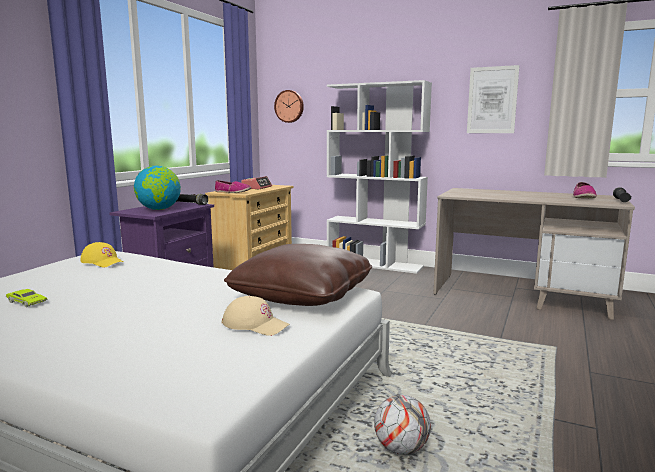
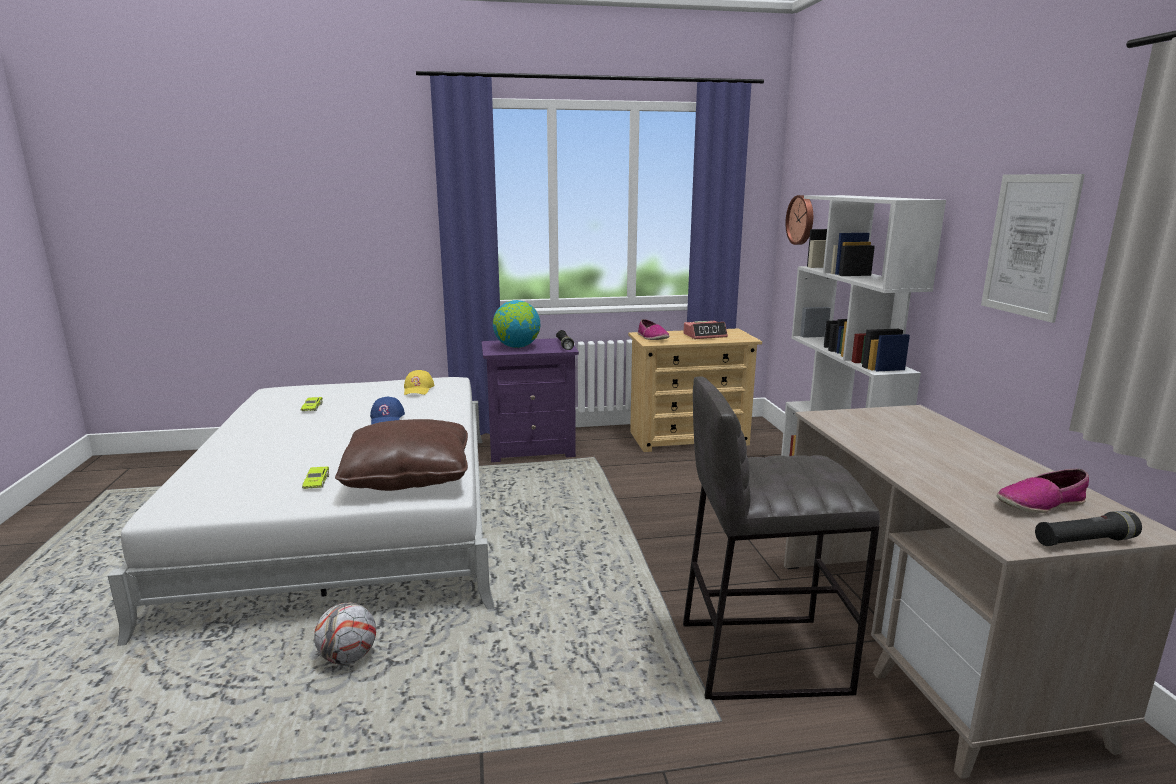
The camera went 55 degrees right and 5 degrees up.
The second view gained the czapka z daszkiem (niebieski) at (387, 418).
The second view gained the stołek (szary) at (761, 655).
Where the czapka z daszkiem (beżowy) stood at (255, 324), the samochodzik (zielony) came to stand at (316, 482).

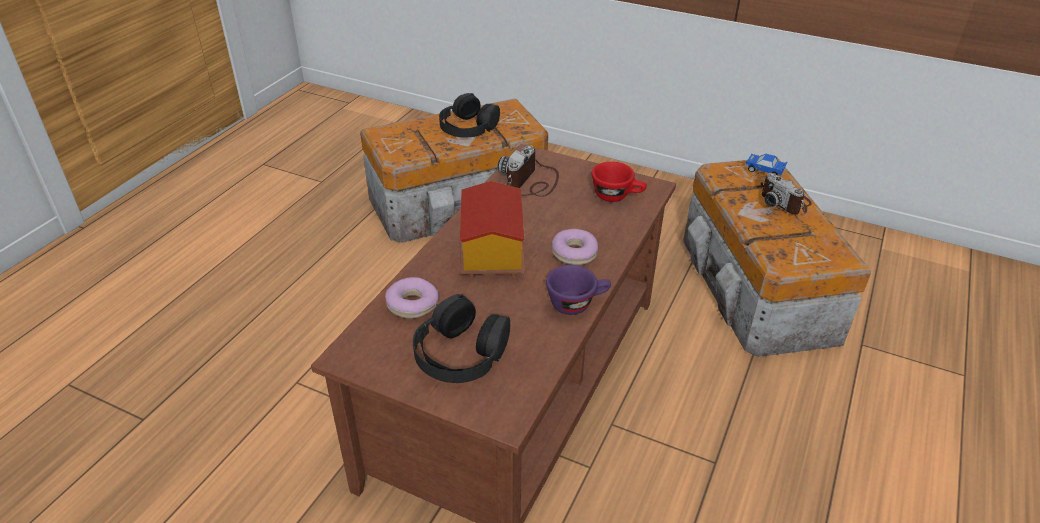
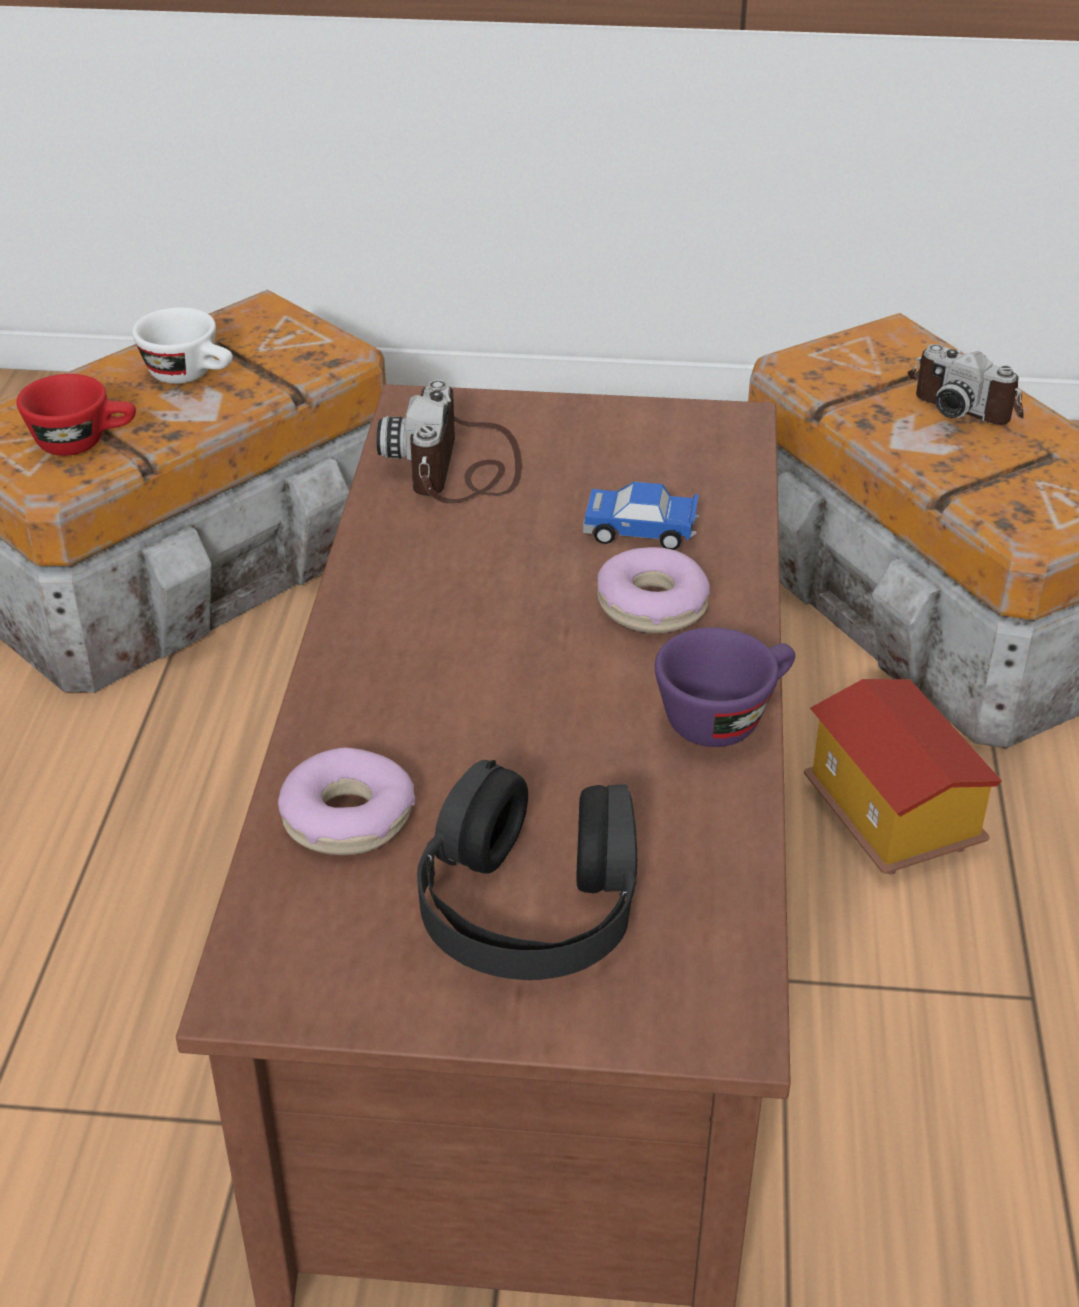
The camera went 20 degrees left and 0 degrees up.
The domek ended up elsewhere, having gone from (490, 255) to (888, 818).
The filiżanka (czerwony) ended up elsewhere, having gone from (617, 196) to (84, 442).
The samochodzik ended up elsewhere, having gone from (764, 170) to (641, 531).
Where the słuchawki (czarny) stood at (468, 126), the filiżanka (biały) came to stand at (191, 375).

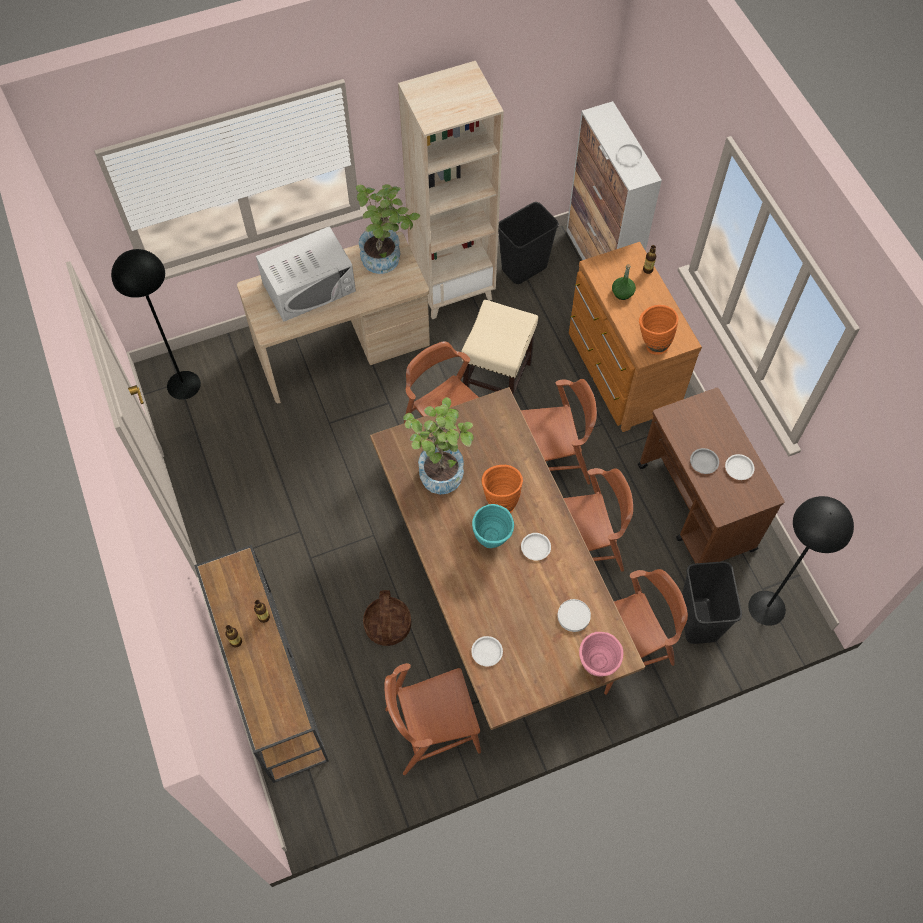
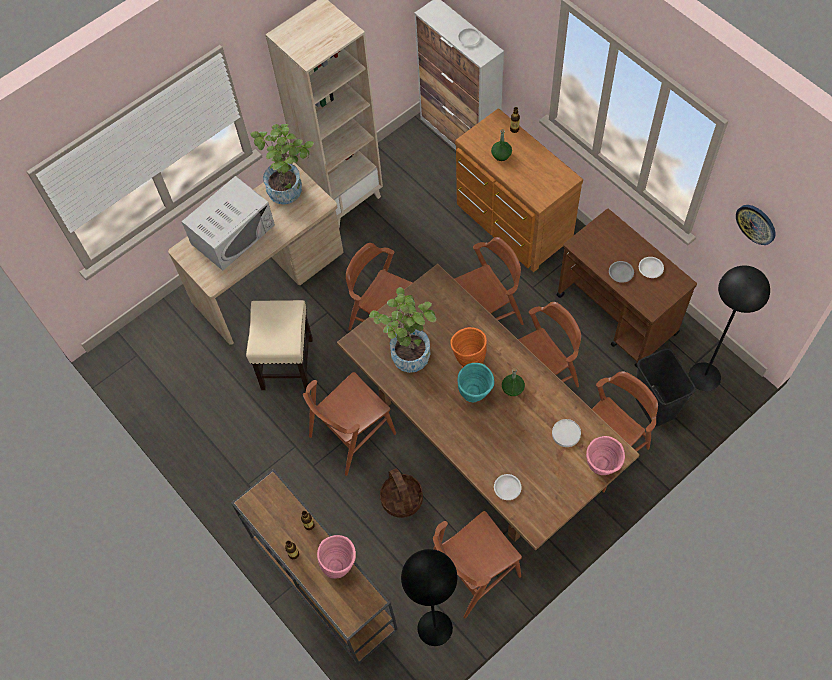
The camera went 15 degrees left and 0 degrees up.
The second view lost the kosz na śmieci (czarny) at (524, 267).
The second view lost the wazon (pomarańczowy) at (652, 344).
The second view gained the krzesło (brązowy) at (352, 435).
The second view gained the wazon (różowy) at (341, 565).
The second view gained the zegar ścienny at (756, 224).
The lampa stojąca (czarny) ended up elsewhere, having gone from (184, 384) to (435, 627).
The stołek (beżowy) ended up elsewhere, having gone from (497, 378) to (287, 363).
Where the talerz (biały) stood at (535, 547), the butelka (zielony) came to stand at (512, 388).

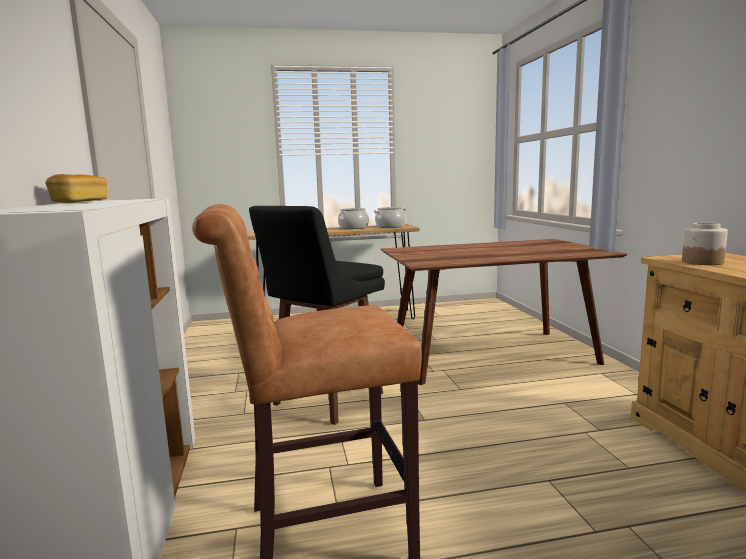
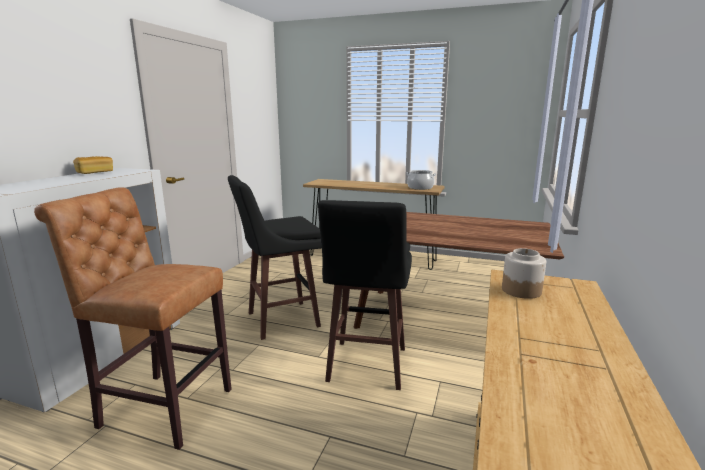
The camera went 30 degrees right and 5 degrees up.
The second view lost the garnek at (353, 227).
The second view gained the stołek (czarny) at (366, 366).

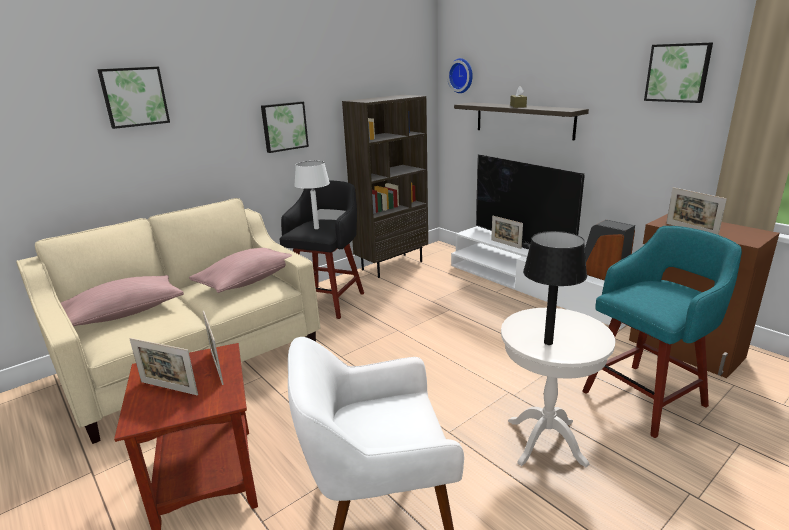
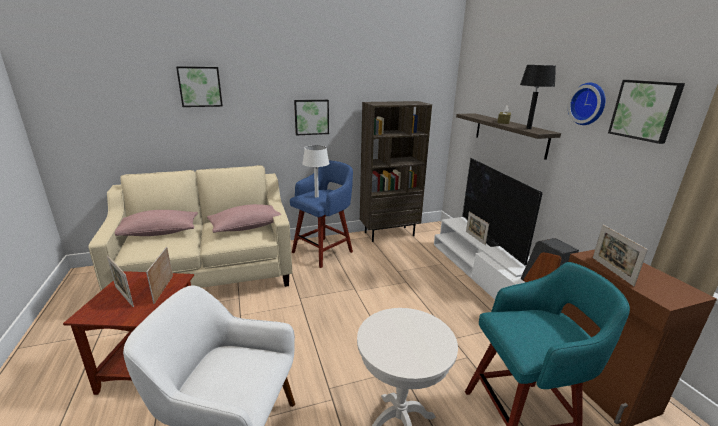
The camera went 20 degrees right and 0 degrees up.
The zegar ścienny ended up elsewhere, having gone from (462, 75) to (589, 104).
The lampa stołowa (czarny) ended up elsewhere, having gone from (548, 342) to (529, 128).
What was the stołek (czarny) at (328, 300) turned into the stołek (niebieski) at (324, 251).

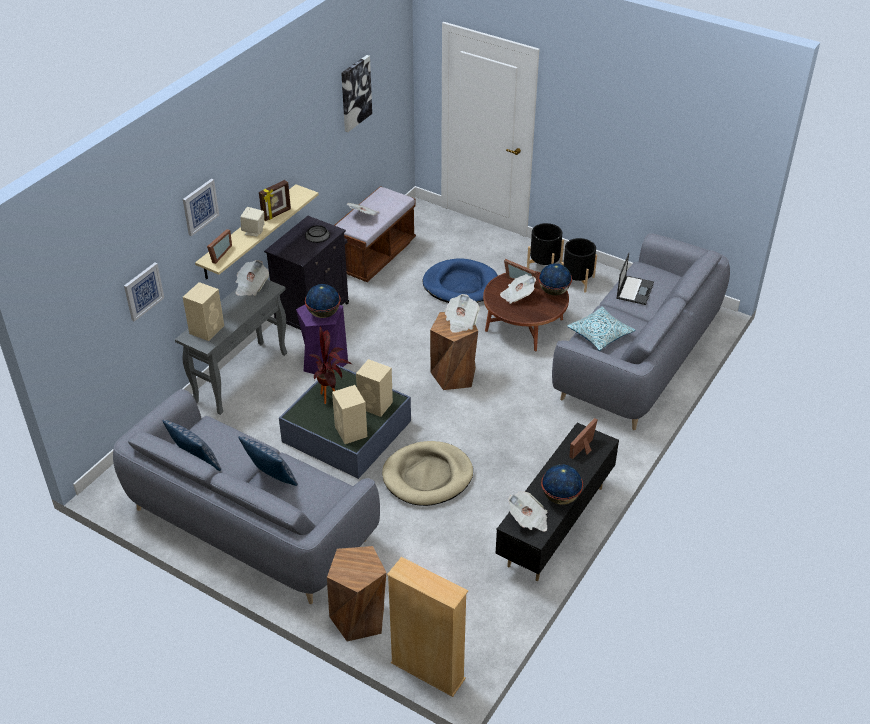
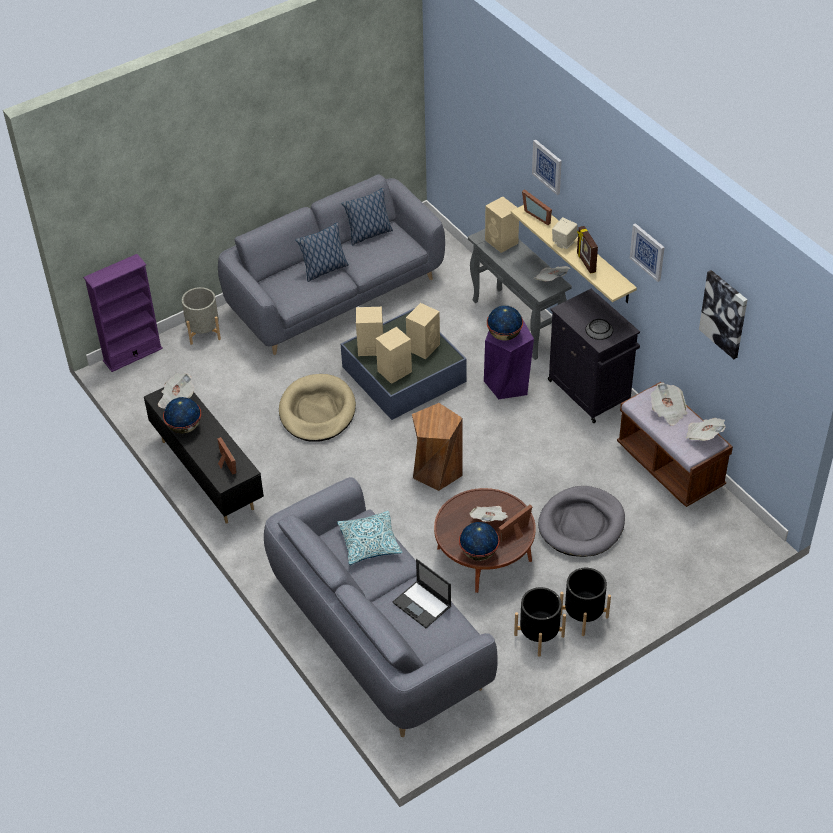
The camera went 115 degrees right and 5 degrees up.
The obraz ended up elsewhere, having gone from (143, 291) to (648, 252).
The gazeta ended up elsewhere, having gone from (461, 321) to (703, 435).
Where the roślina doniczkowa stood at (331, 395), the głośnik (beżowy) came to stand at (424, 347).
Where the stołek (brązowy) stood at (359, 618), the donica (szary) came to stand at (203, 332).
What was the regał (beżowy) at (427, 671) turned into the regał (fioletowy) at (132, 354).
What was the legowisko (niebieski) at (460, 285) turned into the legowisko (szary) at (581, 524).

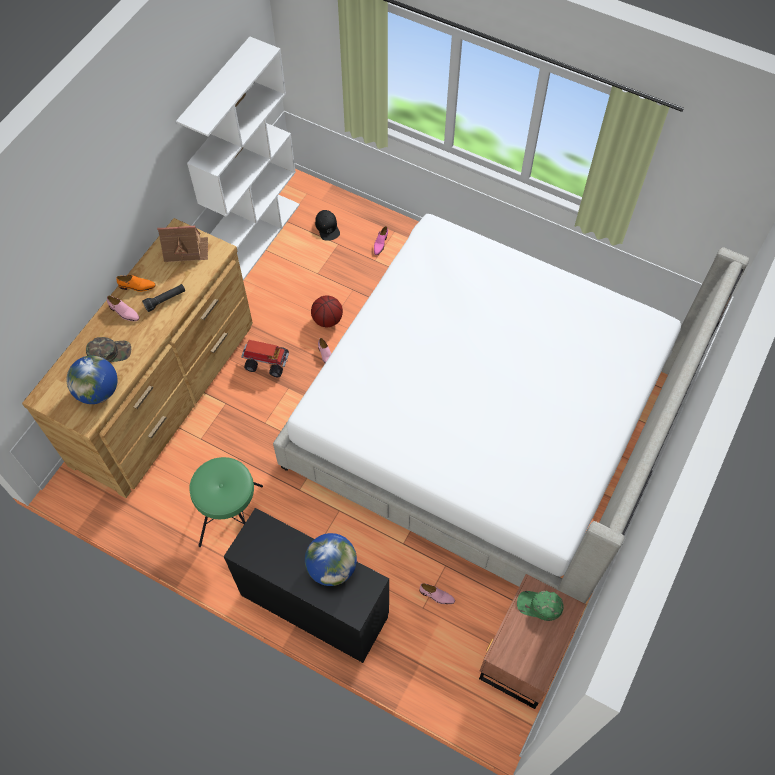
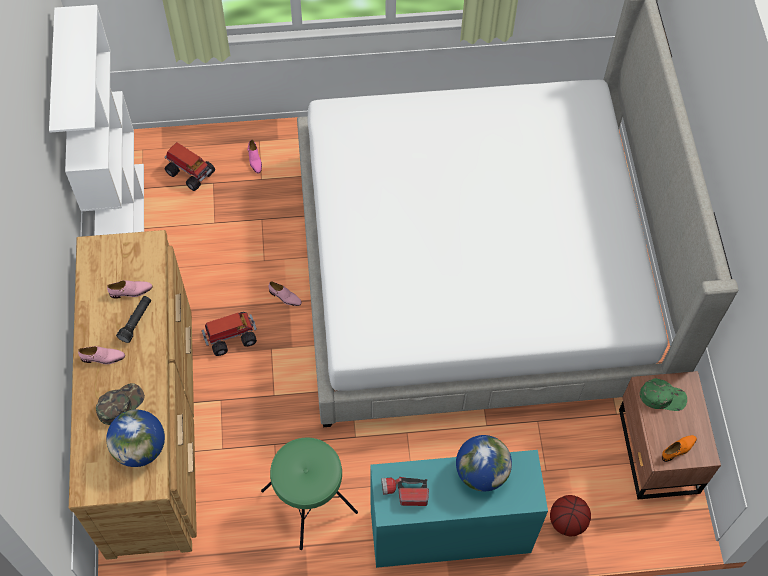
The camera went 35 degrees left and 0 degrees up.
The second view lost the domek at (186, 250).
The second view gained the latarka at (404, 493).
The but (pomarańczowy) ended up elsewhere, having gone from (137, 286) to (678, 449).
The piłka do koszykówki ended up elsewhere, having gone from (327, 319) to (567, 522).
The but (różowy) ended up elsewhere, having gone from (437, 596) to (131, 291).
Where the czapka z daszkiem (czarny) stood at (327, 227), the ciężarówka zabawkowa came to stand at (190, 172).
What was the biurko (czarny) at (314, 605) turned into the biurko (turkusowy) at (449, 532).
The czapka z daszkiem (zielony) at (539, 606) ended up facing another way, 150 degrees counterclockwise from before.

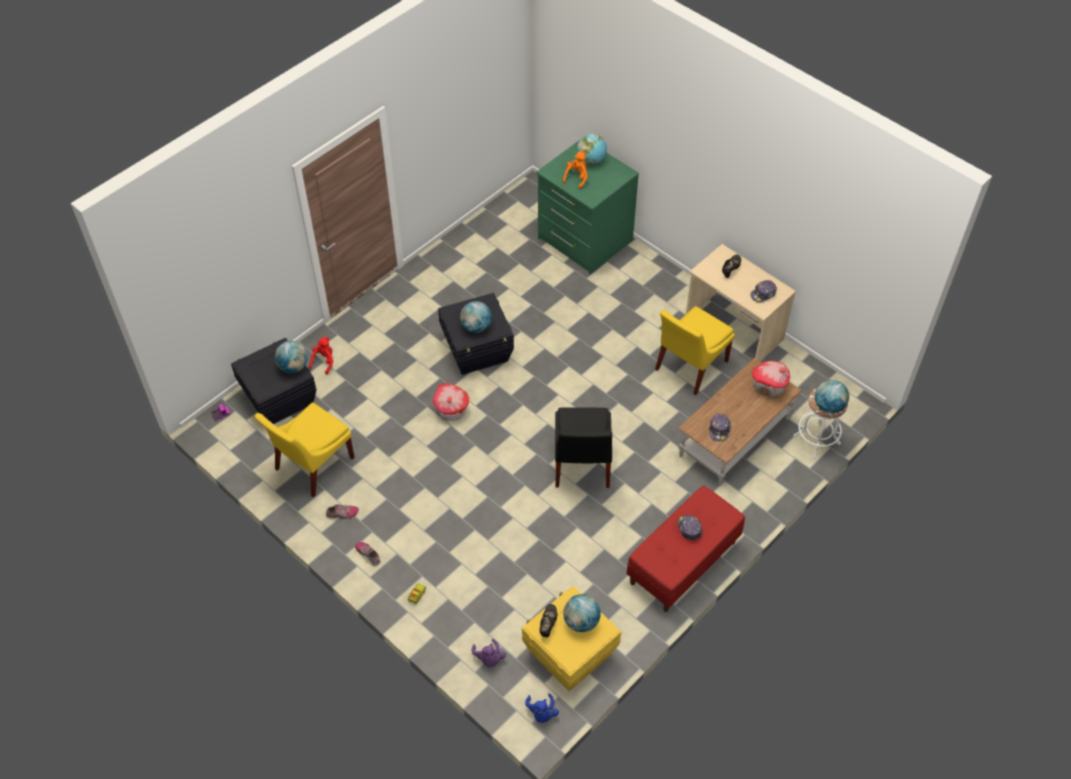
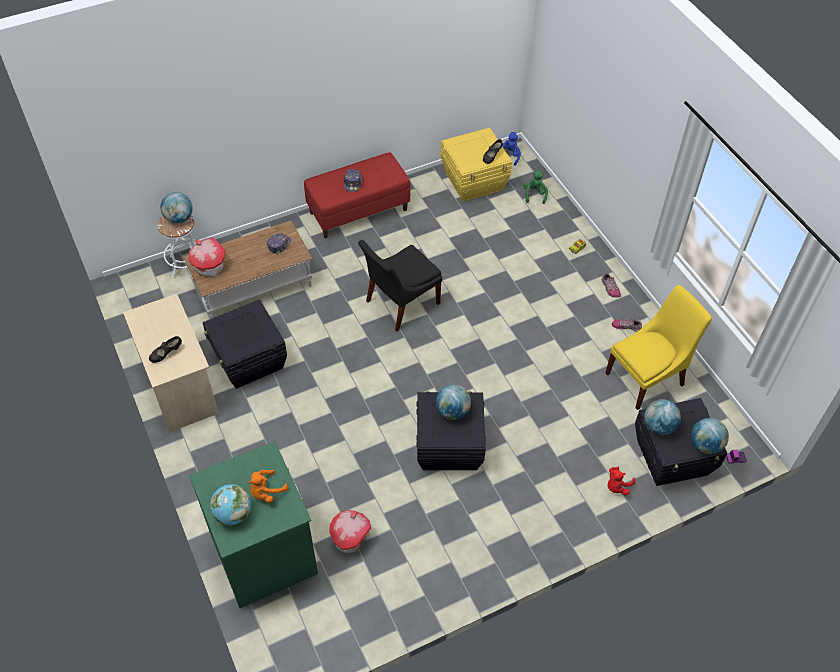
The camera went 160 degrees left and 0 degrees up.
The second view lost the czapka z daszkiem at (763, 294).
The domek ended up elsewhere, having gone from (452, 410) to (350, 538).
The globus ended up elsewhere, having gone from (581, 621) to (705, 445).
Where the krzesło (żółty) stood at (689, 367), the pojemnik do przechowywania (czarny) came to stand at (249, 361).
What was the pluszak (fioletowy) at (489, 658) turned into the pluszak (zielony) at (534, 194).
The krzesło (czarny) at (581, 465) ended up facing another way, 150 degrees counterclockwise from before.

